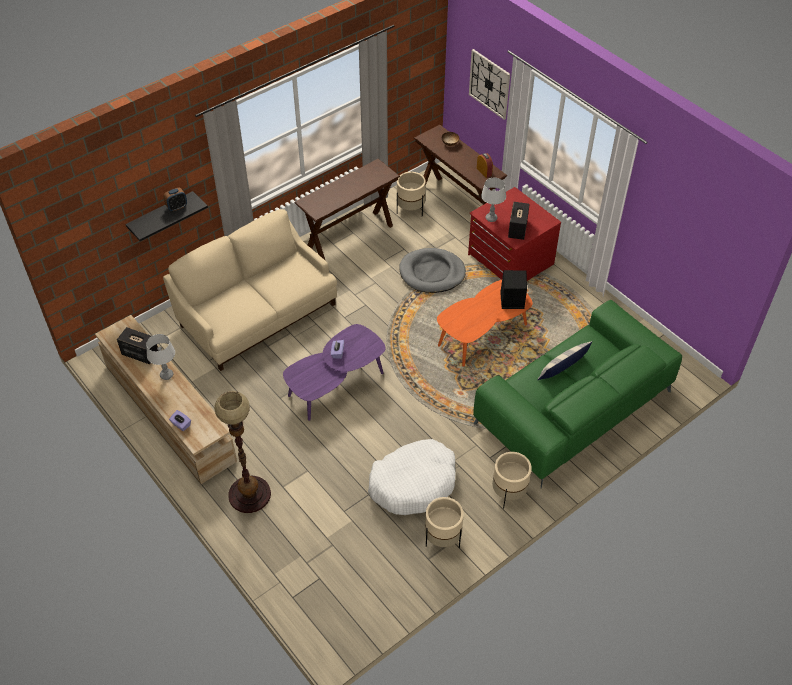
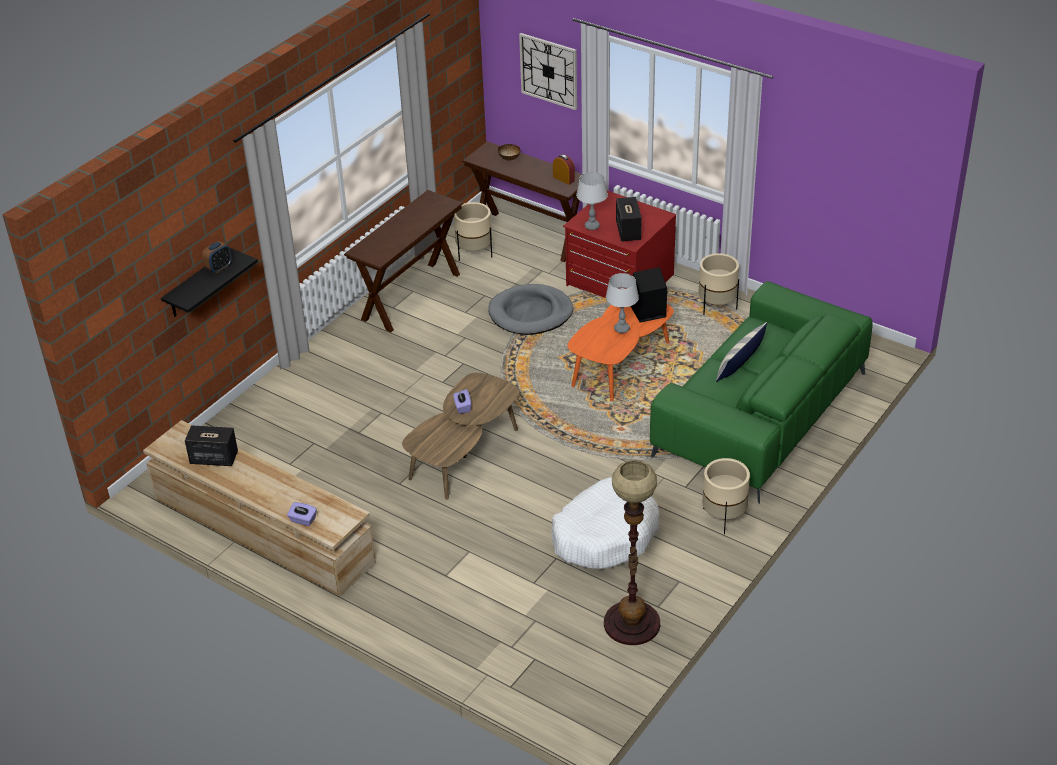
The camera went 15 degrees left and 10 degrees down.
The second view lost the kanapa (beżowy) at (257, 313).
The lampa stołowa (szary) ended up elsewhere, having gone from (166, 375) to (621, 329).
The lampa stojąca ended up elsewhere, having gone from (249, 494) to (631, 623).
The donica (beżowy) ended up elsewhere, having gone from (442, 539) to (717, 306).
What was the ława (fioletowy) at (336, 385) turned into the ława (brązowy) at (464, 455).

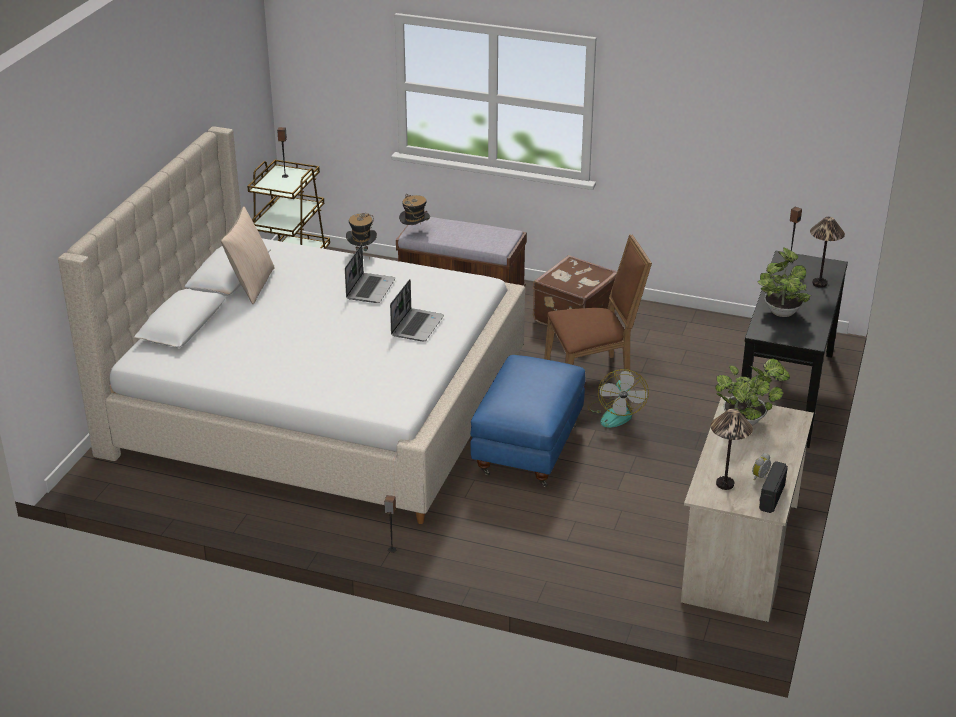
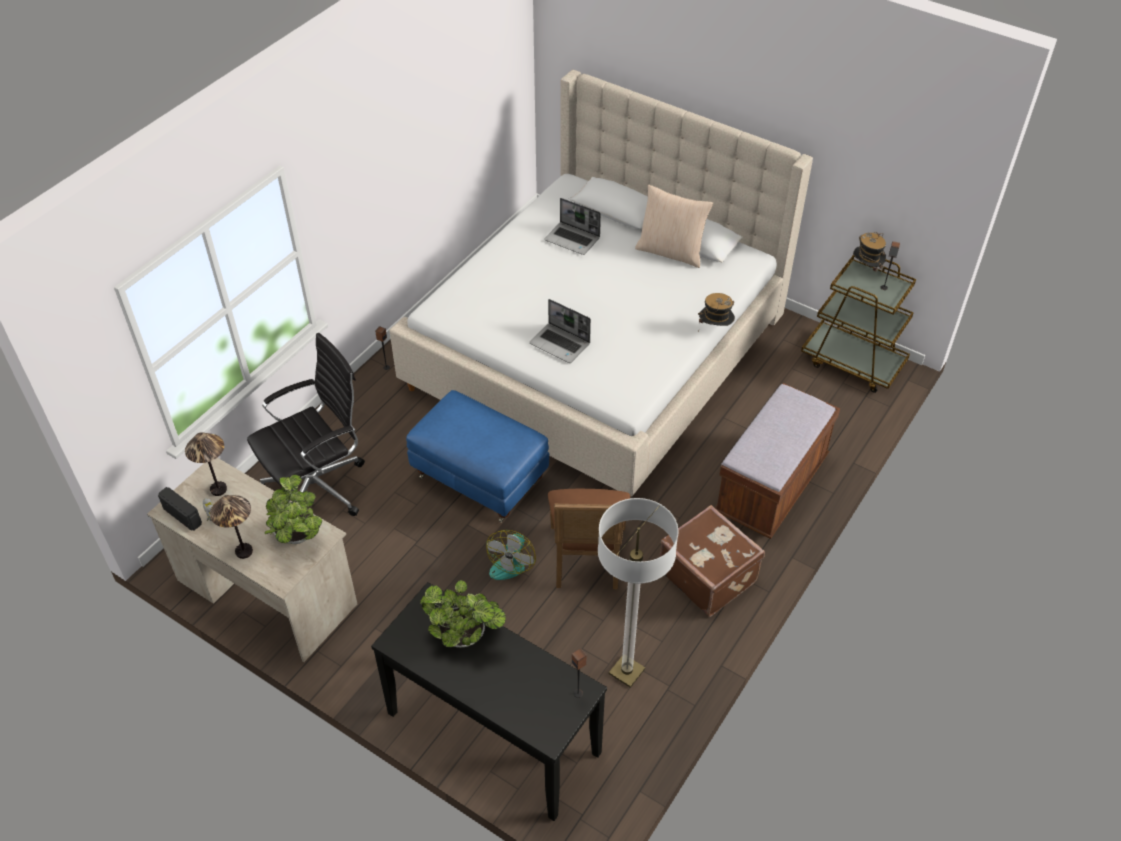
The camera went 105 degrees right and 15 degrees up.
The second view gained the krzesło biurowe (czarny) at (318, 487).
The second view gained the lampa stojąca at (626, 671).
The laptop ended up elsewhere, having gone from (370, 289) to (573, 239).
The kapelusz ended up elsewhere, having gone from (415, 232) to (866, 269).
The lampa stołowa ended up elsewhere, having gone from (820, 283) to (244, 552).
The wentylator at (615, 413) ended up facing another way, 90 degrees counterclockwise from before.

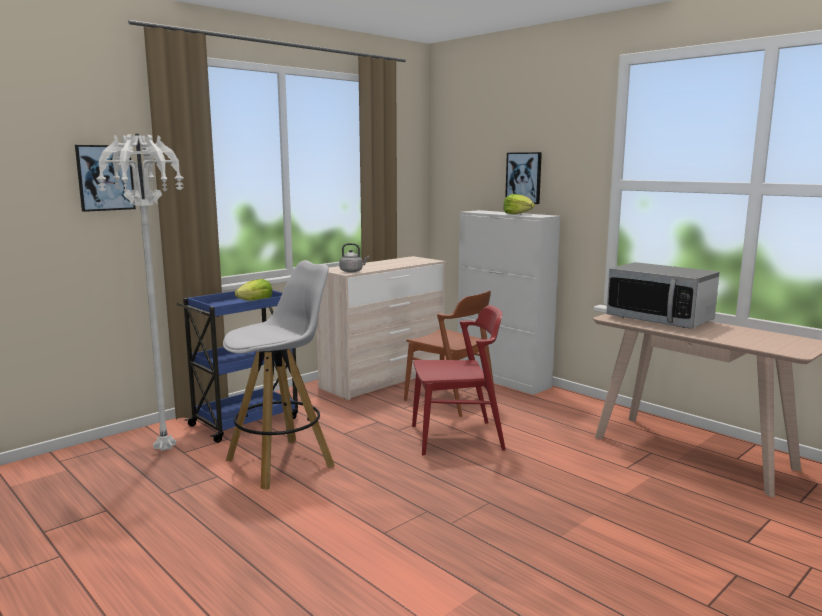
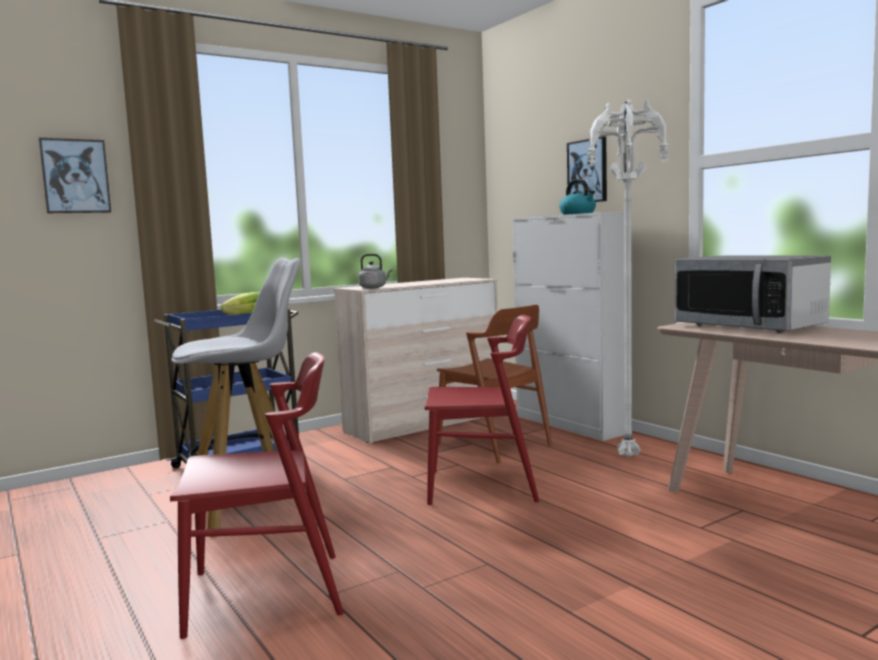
The camera went 10 degrees right and 5 degrees down.
The second view gained the krzesło (czerwony) at (266, 592).
The lampa stojąca (biały) ended up elsewhere, having gone from (164, 451) to (628, 457).
Where the sałata stood at (517, 214), the czajnik came to stand at (578, 213).

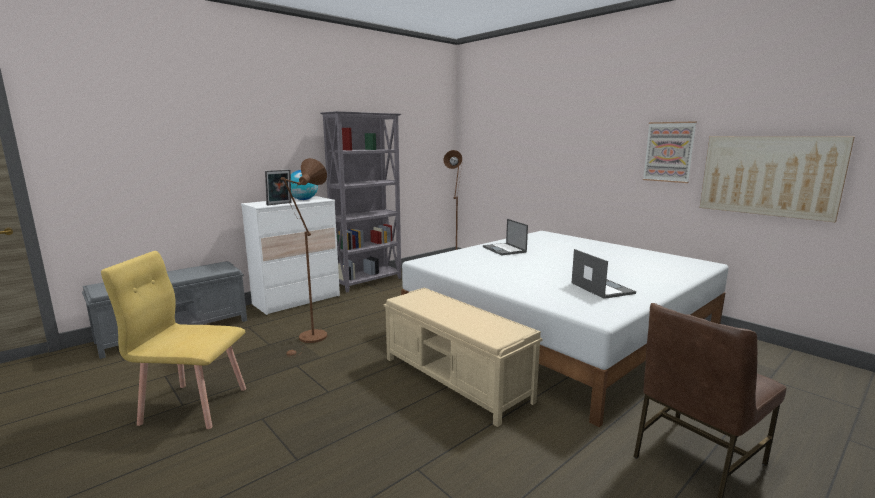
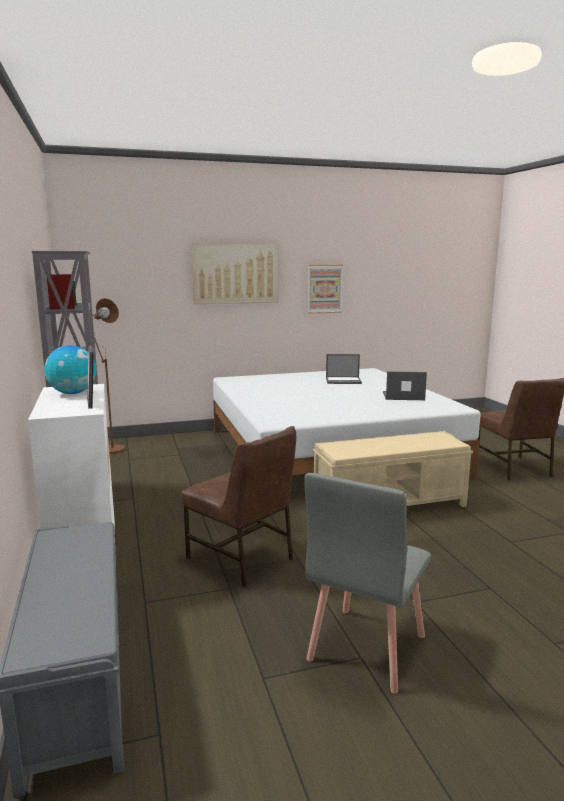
The camera went 65 degrees left and 0 degrees up.
The laptop ended up elsewhere, having gone from (504, 249) to (344, 381).
The obraz ended up elsewhere, having gone from (769, 176) to (236, 274).
Where the lampa stojąca (brązowy) stood at (311, 339), the krzesło (brązowy) came to stand at (242, 559).
What was the krzesło (żółty) at (194, 405) turned into the krzesło (szary) at (365, 647).

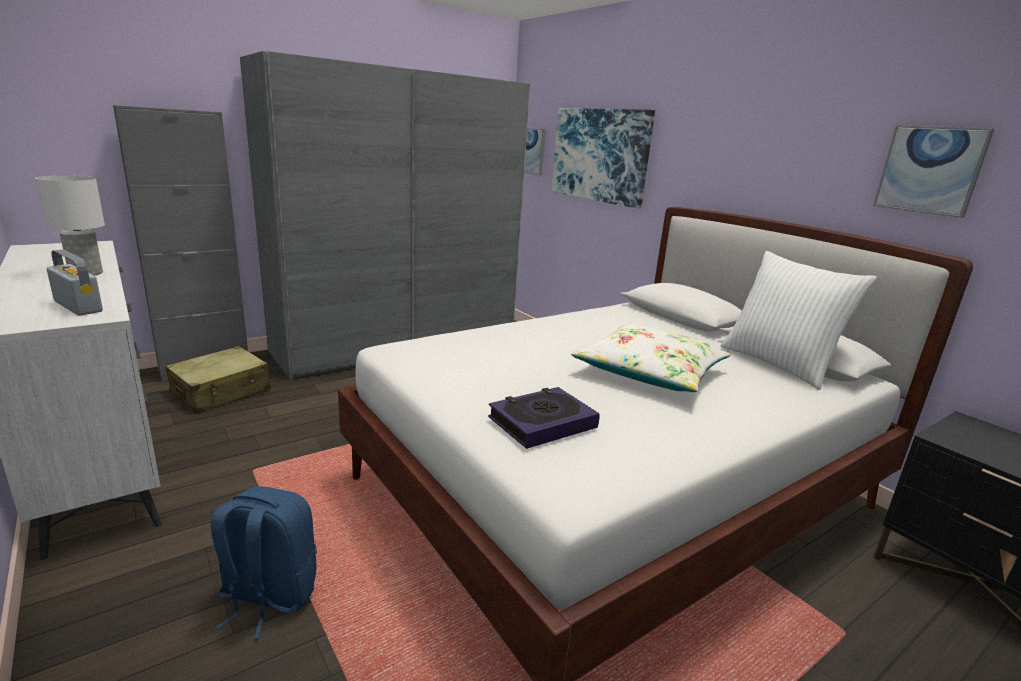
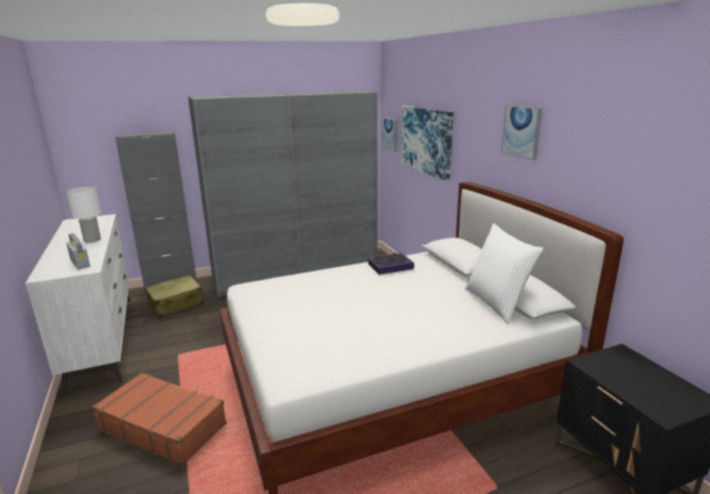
The camera went 15 degrees right and 0 degrees up.
The second view lost the poduszka (biały) at (650, 372).
The książka ended up elsewhere, having gone from (542, 423) to (390, 266).
The obraz ended up elsewhere, having gone from (930, 170) to (522, 131).
Where the plecak (niebieski) stood at (267, 597), the walizka (brązowy) came to stand at (163, 426).

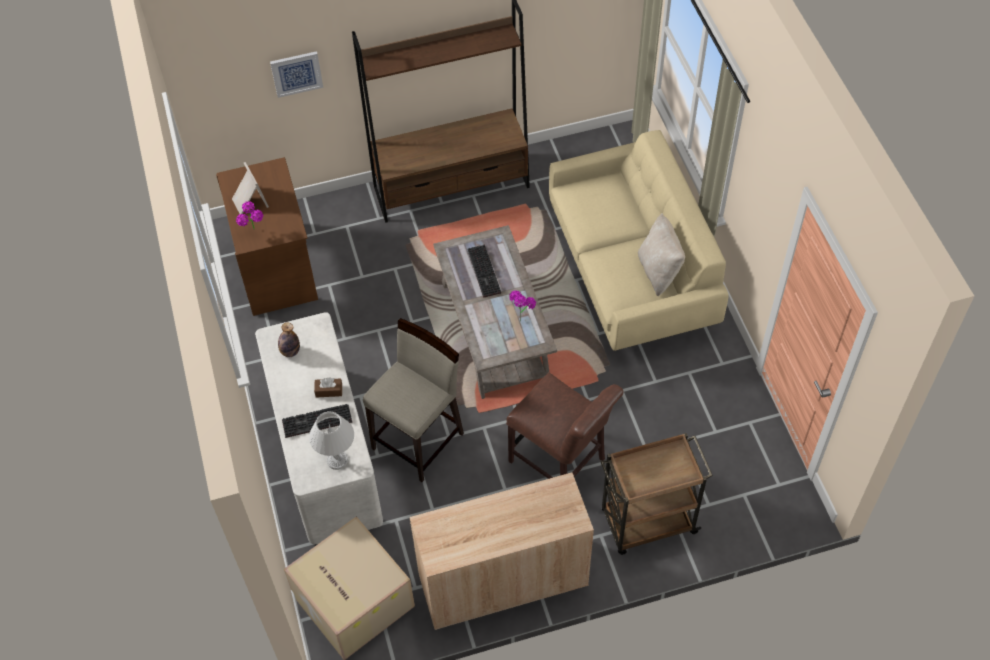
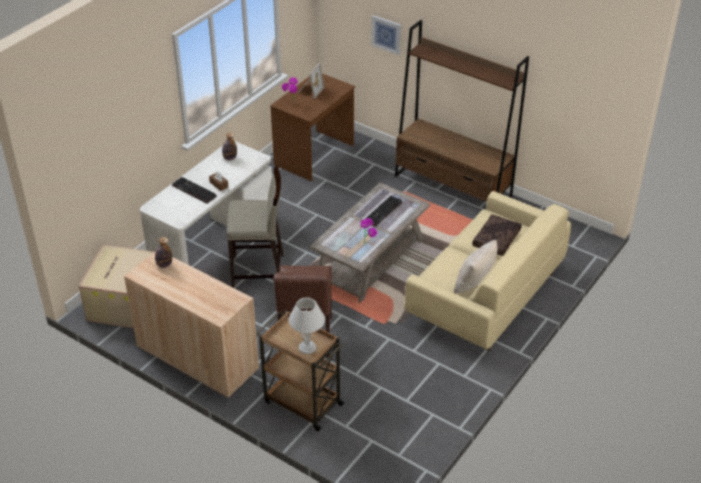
The camera went 50 degrees right and 15 degrees down.
The second view gained the butelka at (164, 265).
The second view gained the poduszka (brązowy) at (497, 240).
The lampa stołowa (biały) ended up elsewhere, having gone from (337, 459) to (308, 347).

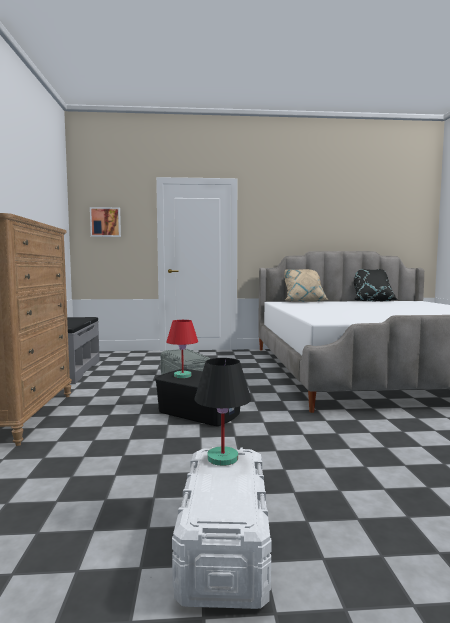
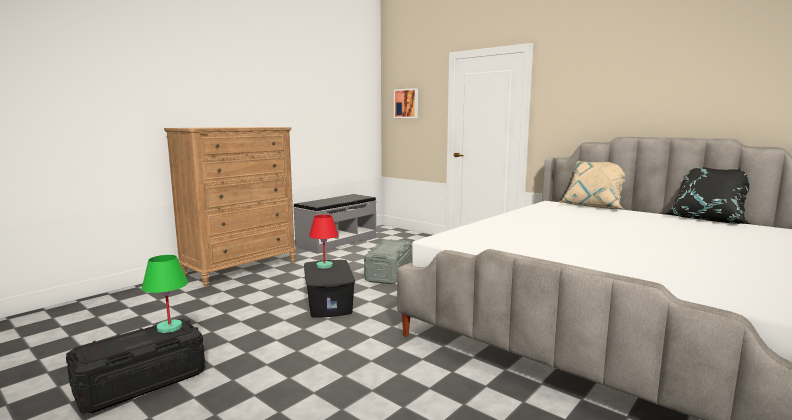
The camera went 45 degrees right and 5 degrees up.
What was the pojemnik do przechowywania (biały) at (225, 545) turned into the pojemnik do przechowywania (czarny) at (141, 382).
What was the lampa stołowa (czarny) at (222, 458) turned into the lampa stołowa (zielony) at (169, 328).

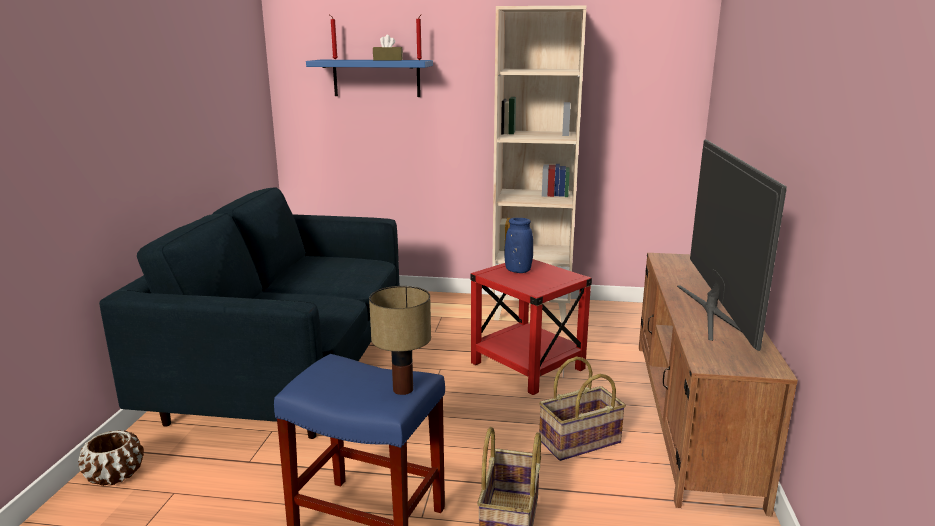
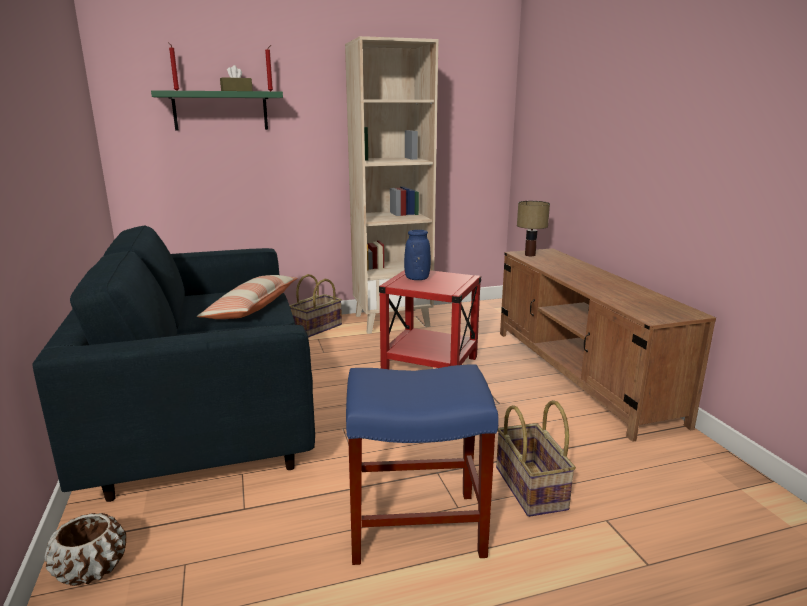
The camera went 25 degrees left and 0 degrees up.
The second view lost the telewizor at (715, 311).
The second view gained the poduszka at (252, 308).
The lampa stołowa ended up elsewhere, having gone from (402, 390) to (530, 255).
The koszyk ended up elsewhere, having gone from (580, 442) to (317, 328).
What was the półka (niebieski) at (376, 78) turned into the półka (zielony) at (220, 111).

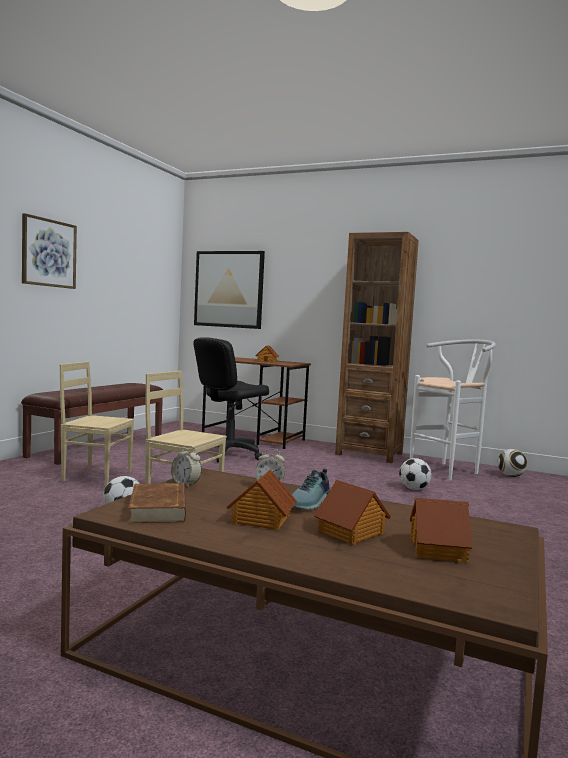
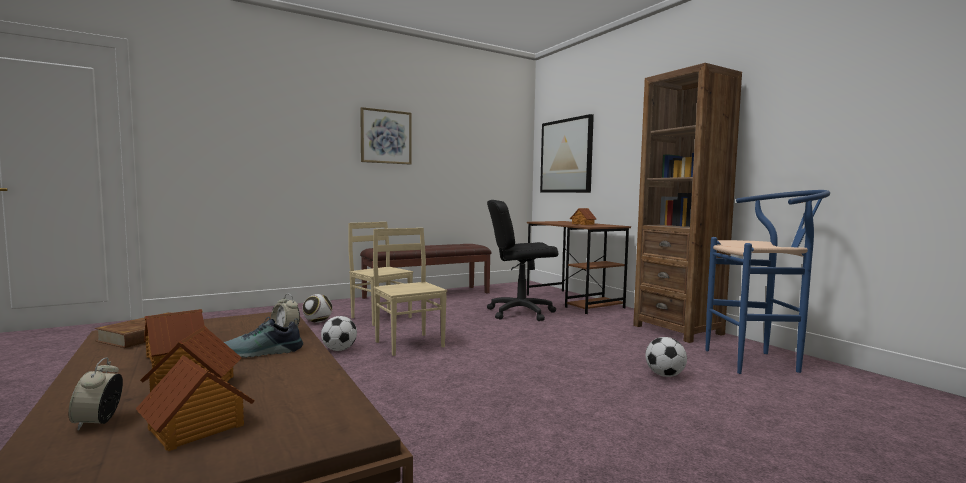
The camera went 35 degrees right and 0 degrees up.
The budzik ended up elsewhere, having gone from (185, 484) to (98, 422).
The piłka futbolowa ended up elsewhere, having gone from (510, 476) to (317, 322).
What was the stołek (biały) at (449, 470) turned into the stołek (niebieski) at (760, 362).

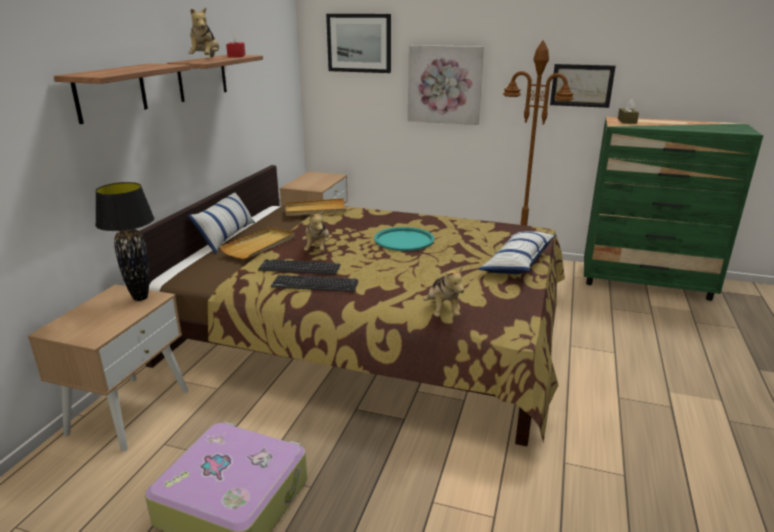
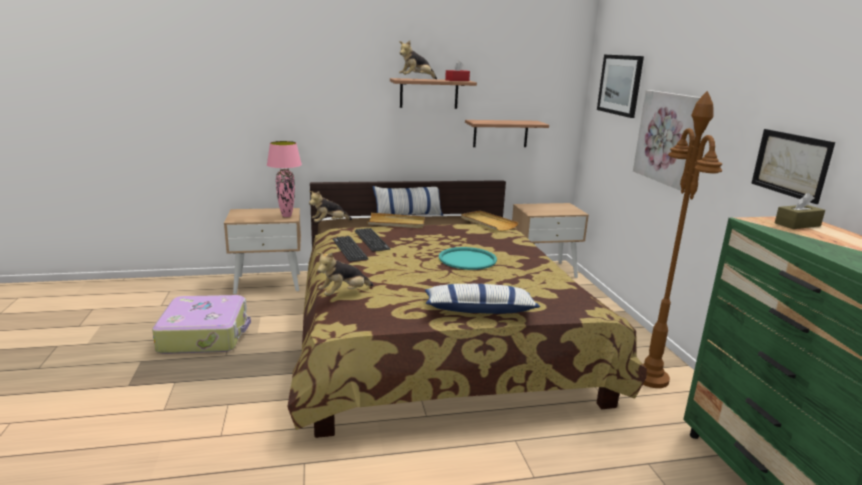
The camera went 60 degrees right and 5 degrees down.
The półka ended up elsewhere, having gone from (111, 92) to (500, 133).
The pluszak ended up elsewhere, having gone from (317, 249) to (329, 223).
What was the lampa stołowa (czarny) at (141, 298) turned into the lampa stołowa (różowy) at (287, 216).

